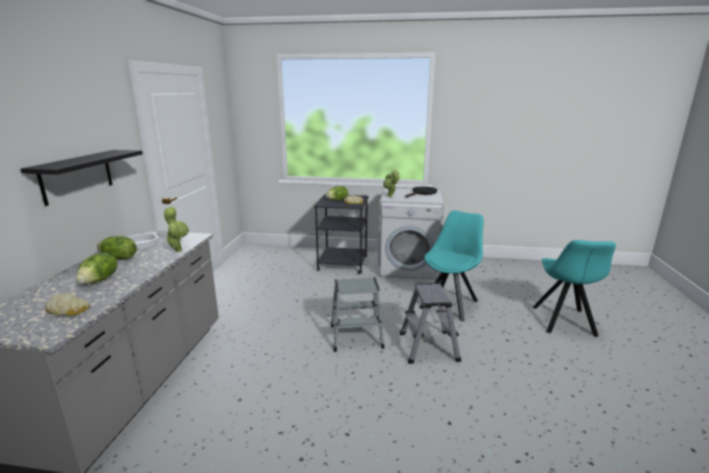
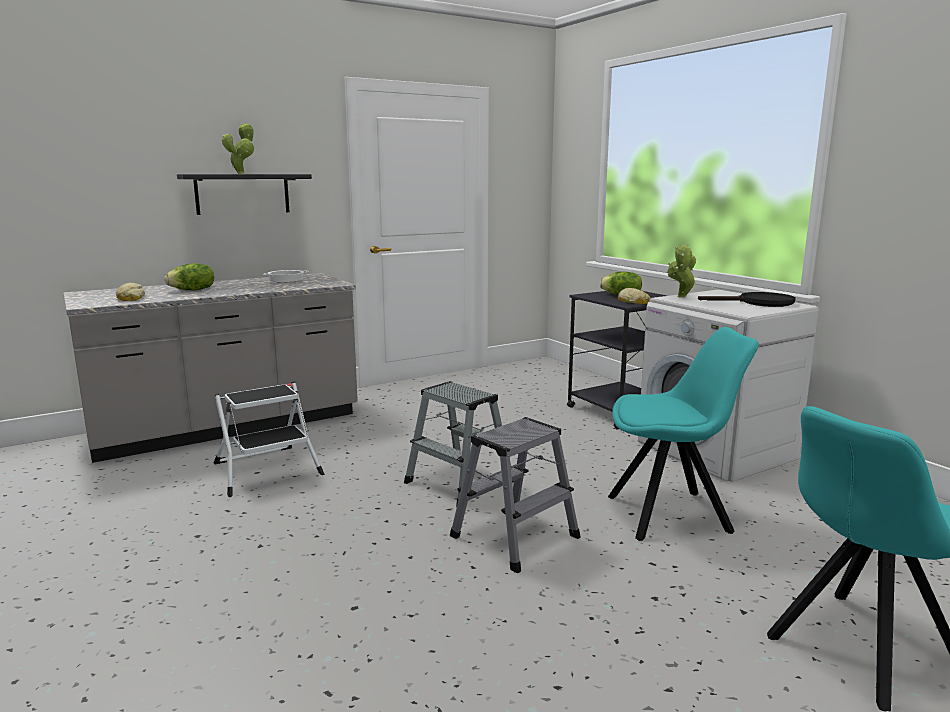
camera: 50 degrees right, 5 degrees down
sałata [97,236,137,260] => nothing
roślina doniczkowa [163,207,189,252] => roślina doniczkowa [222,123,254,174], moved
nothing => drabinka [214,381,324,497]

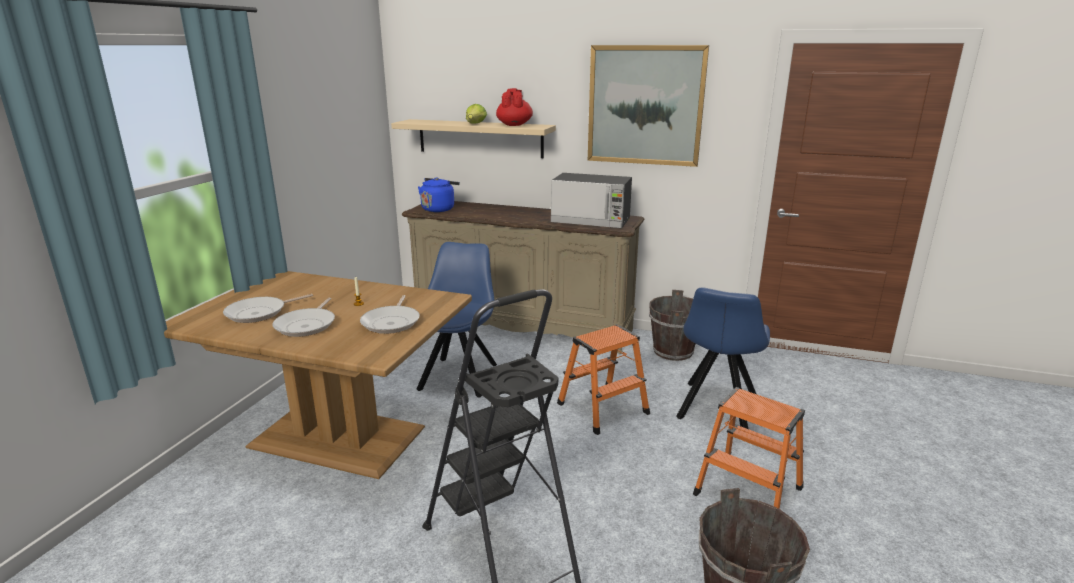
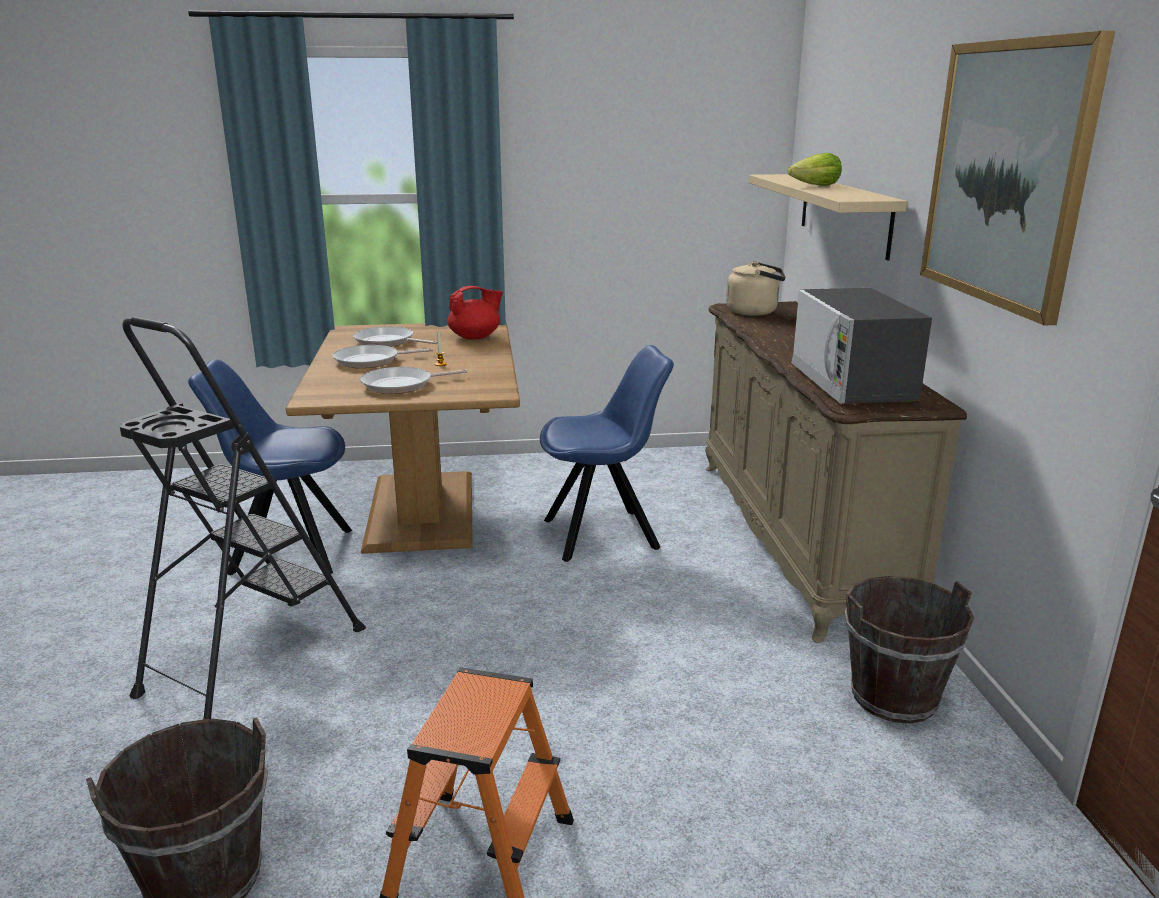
camera: 65 degrees right, 0 degrees up
czajnik [niebieski] [418,177,460,212] => czajnik [beżowy] [726,261,786,316]
imbryk [czerwony] [496,88,533,126] => imbryk [czerwony] [447,286,503,339], moved
drabinka [pomarańczowy] [557,324,650,435] => nothing
krzesło [niebieski] [676,288,770,429] => krzesło [niebieski] [188,359,352,575], moved

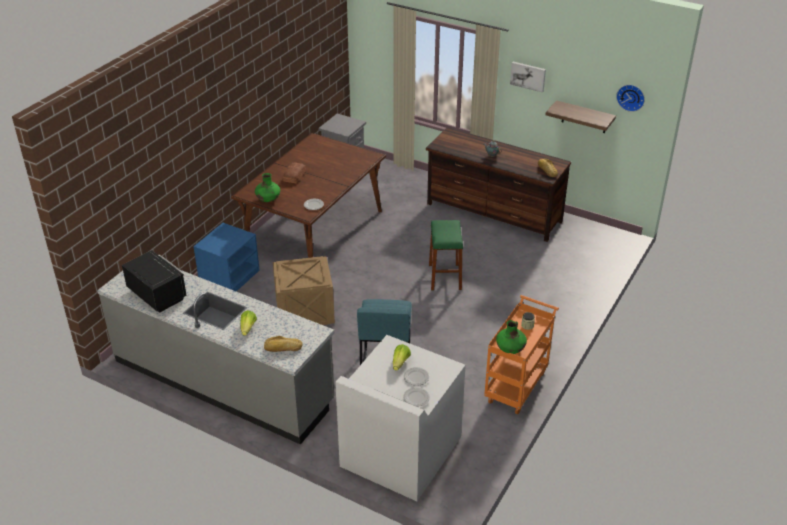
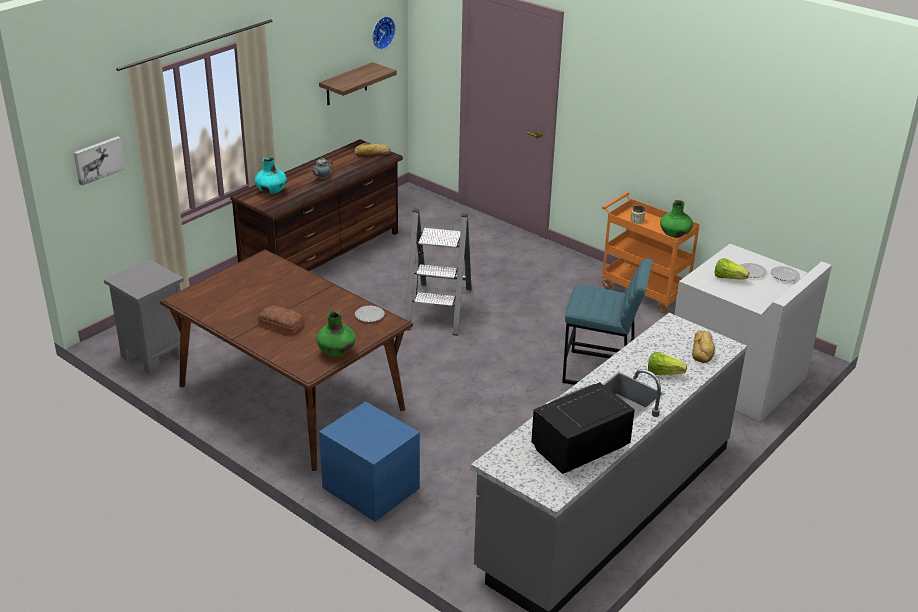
camera: 80 degrees left, 5 degrees down
skrzynka [273,256,335,325] => nothing
stołek [zielony] [429,220,463,291] => drabinka [szary] [405,209,472,336]
obraz [510,62,546,92] => obraz [74,136,125,186], moved
nothing => wazon [turkusowy] [255,157,287,194]

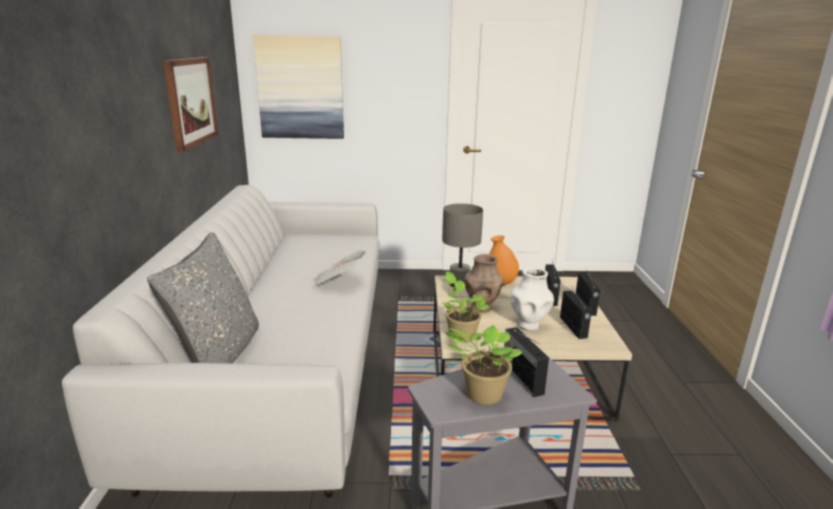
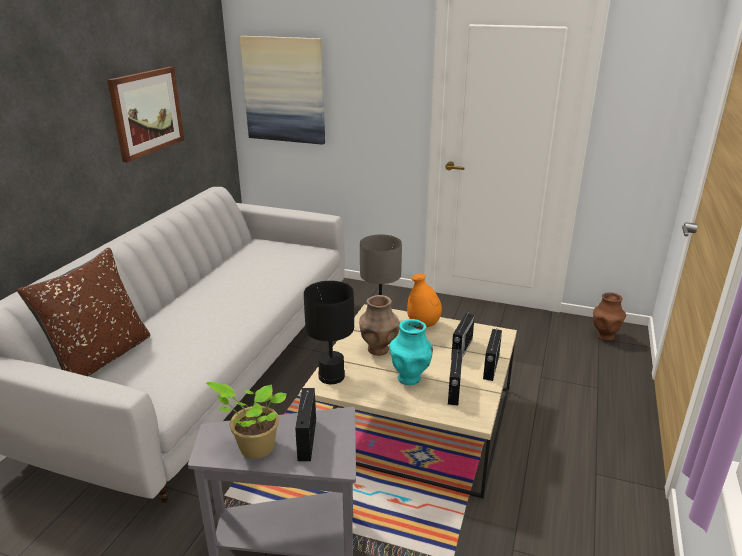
camera: 20 degrees right, 5 degrees up
poduszka [szary] [147,232,259,363] => poduszka [brązowy] [17,248,150,376]
gazeta [313,250,367,286] => nothing
roślina doniczkowa [442,271,489,343] => lampa stołowa [czarny] [304,281,354,384]
wazon [biały] [510,267,554,331] => wazon [turkusowy] [389,319,433,385]
nothing => wazon [brązowy] [593,292,626,341]

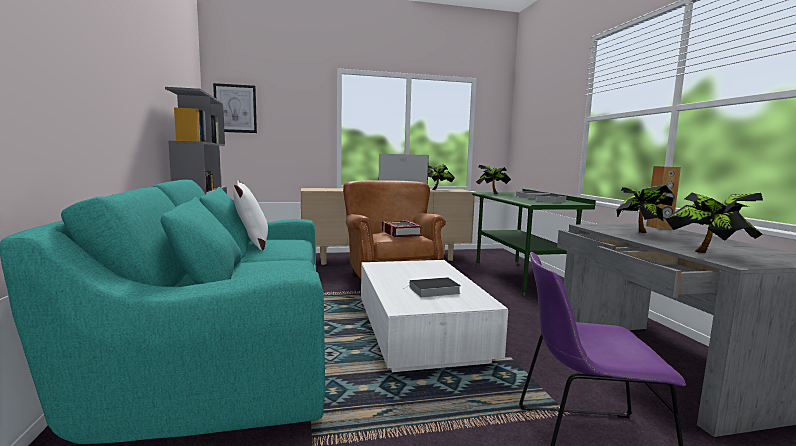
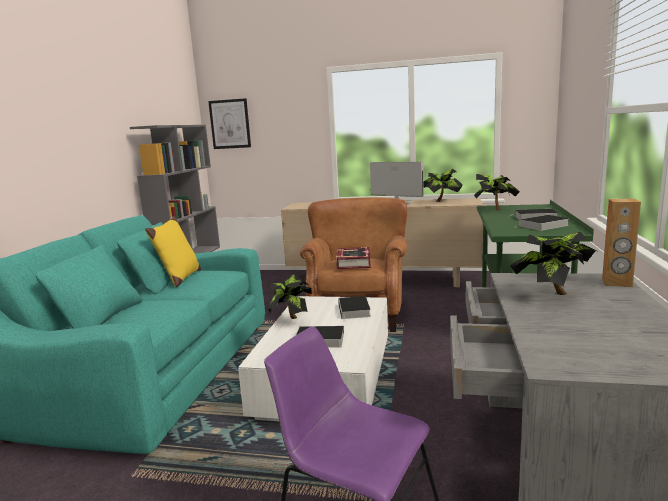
camera: 25 degrees right, 5 degrees up
poduszka [biały] [233,180,268,250] => poduszka [żółty] [145,216,201,287]
roślina doniczkowa [666,193,763,253] => roślina doniczkowa [268,273,312,319], moved
nothing => książka [338,296,371,320]

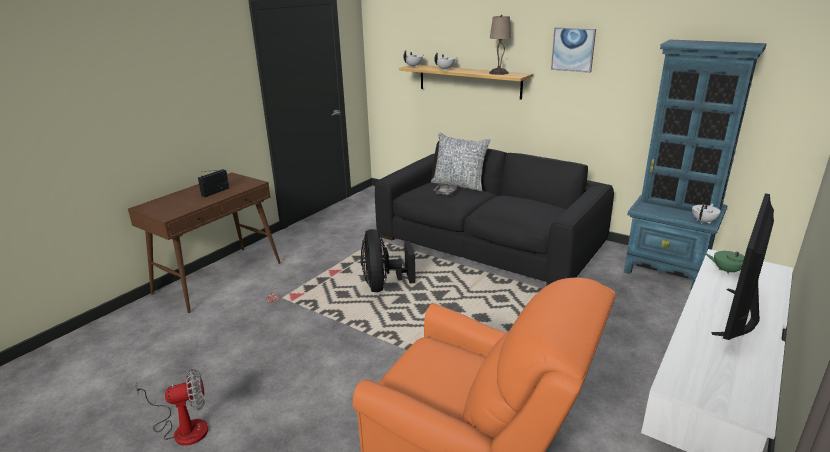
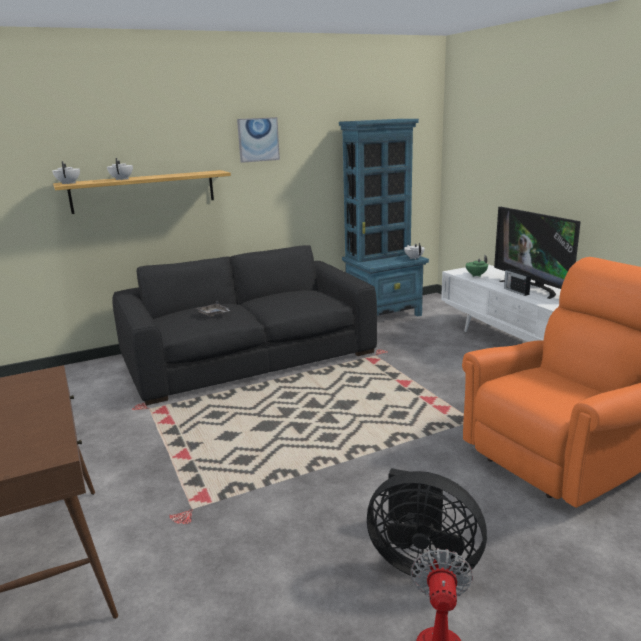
camera: 60 degrees left, 5 degrees down
radio [198,169,229,197] => radio [504,269,531,296], moved
wentylator [czarny] [360,229,416,292] => wentylator [czarny] [367,468,487,577], moved
poduszka [431,132,490,191] => nothing
lampa stołowa [beżowy] [489,15,511,75] => nothing

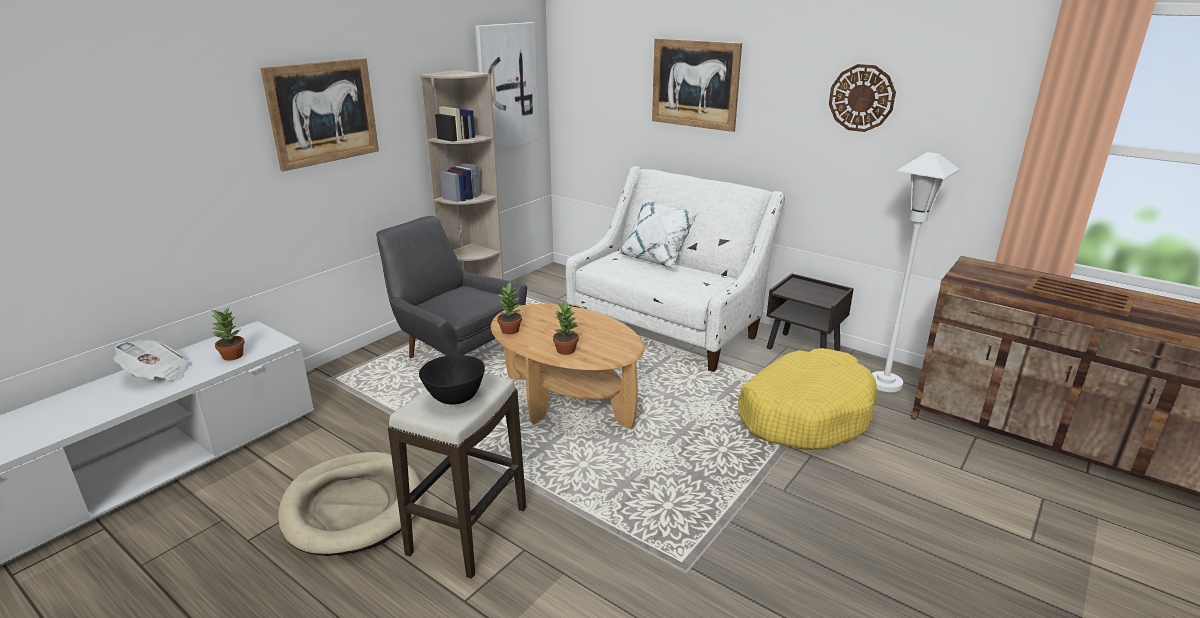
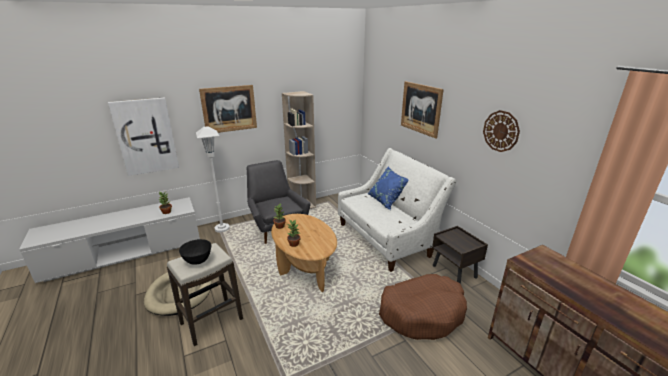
camera: 25 degrees right, 0 degrees up
gazeta [113,340,189,381] => nothing
obraz [475,22,539,151] => obraz [108,97,179,176], moved
poduszka [biały] [618,198,698,270] => poduszka [niebieski] [368,167,409,210]
legowisko [żółty] [738,348,878,450] => legowisko [brązowy] [379,274,467,340]
lampa stojąca [biały] [872,152,960,392] => lampa stojąca [biały] [196,126,230,233], moved
taca [brązowy] [1024,274,1136,317] => nothing

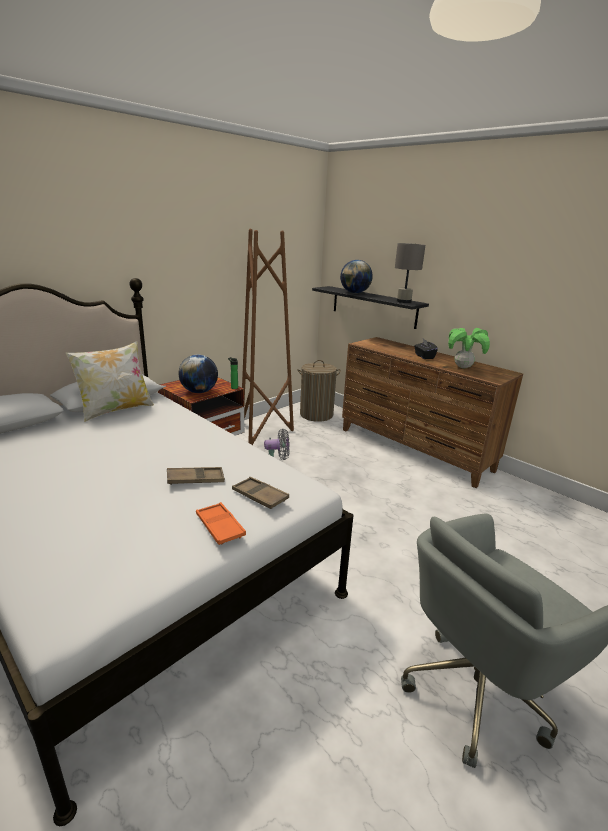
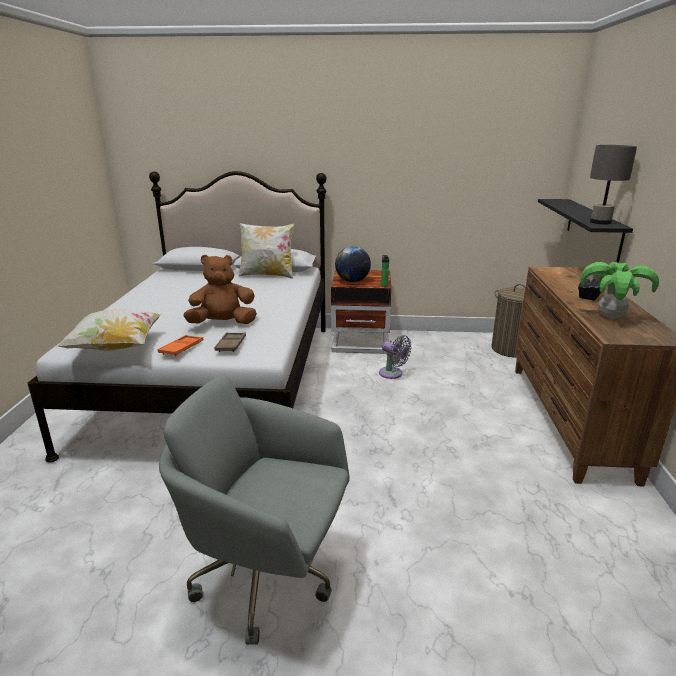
camera: 50 degrees right, 0 degrees up
taca [brązowy] [167,467,225,485] => pluszak [brązowy] [183,255,257,324]
wieszak [brązowy] [242,229,294,445] => nothing
globus [340,260,373,293] => nothing
nothing => poduszka [56,309,162,351]

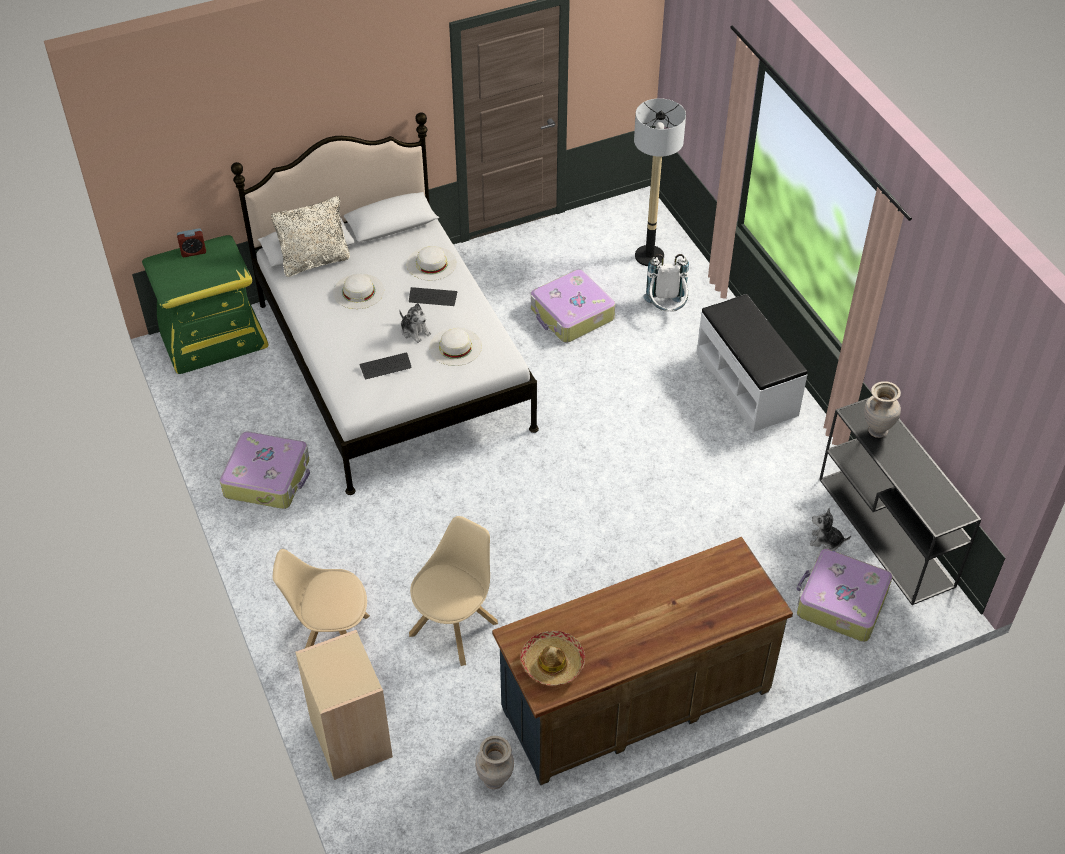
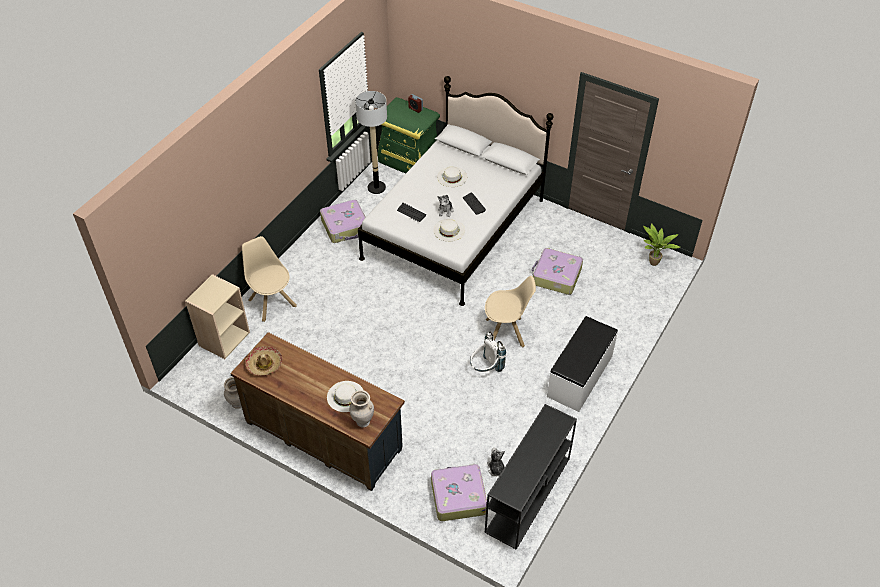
camera: 55 degrees right, 0 degrees up
poduszka [beżowy] [271,196,350,277] => nothing
kapelusz [biały] [407,246,457,281] => kapelusz [biały] [327,381,363,412], moved
krzesło [beżowy] [409,516,498,666] => krzesło [beżowy] [485,276,536,347], moved
lampa stojąca [634,98,686,266] => lampa stojąca [355,91,387,194], moved
plecak [biały] [644,254,689,311] => plecak [biały] [470,332,506,372], moved
wazon [beżowy] [864,381,901,438] => wazon [beżowy] [349,390,374,428], moved
nothing => roślina doniczkowa [643,223,680,266]

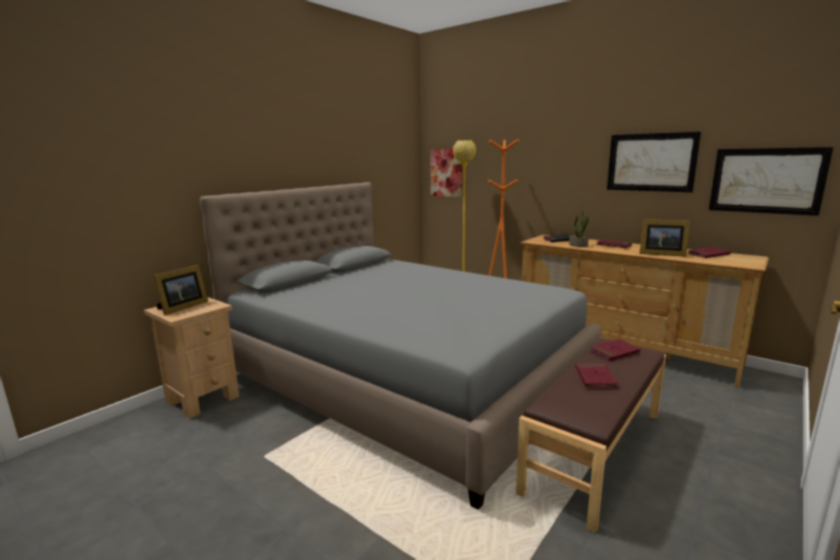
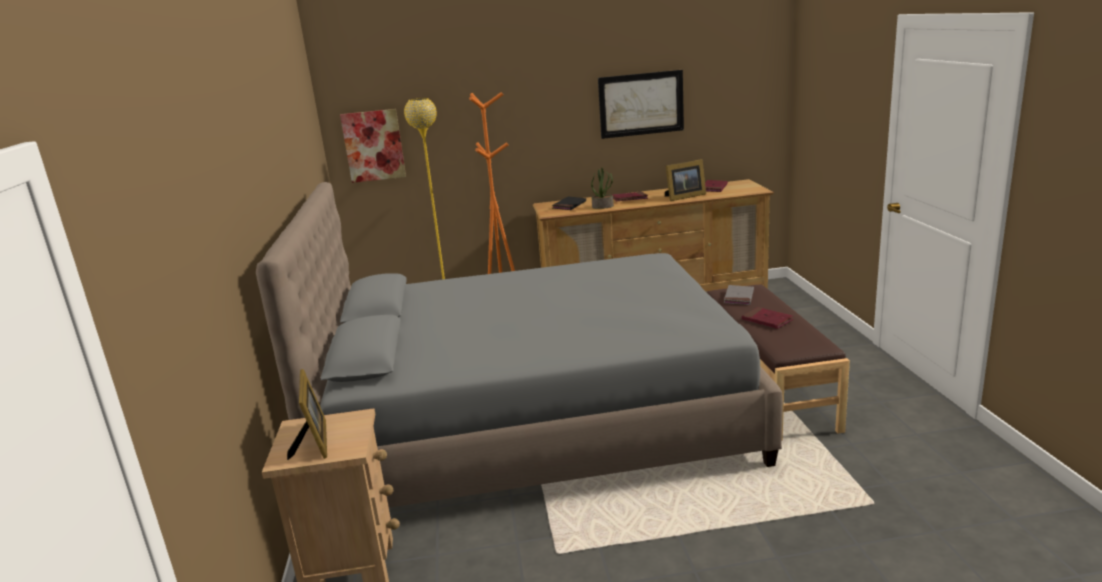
camera: 45 degrees left, 5 degrees up
książka [czerwony] [590,339,640,361] => książka [szary] [724,285,754,305]
obraz [709,147,833,216] => nothing

